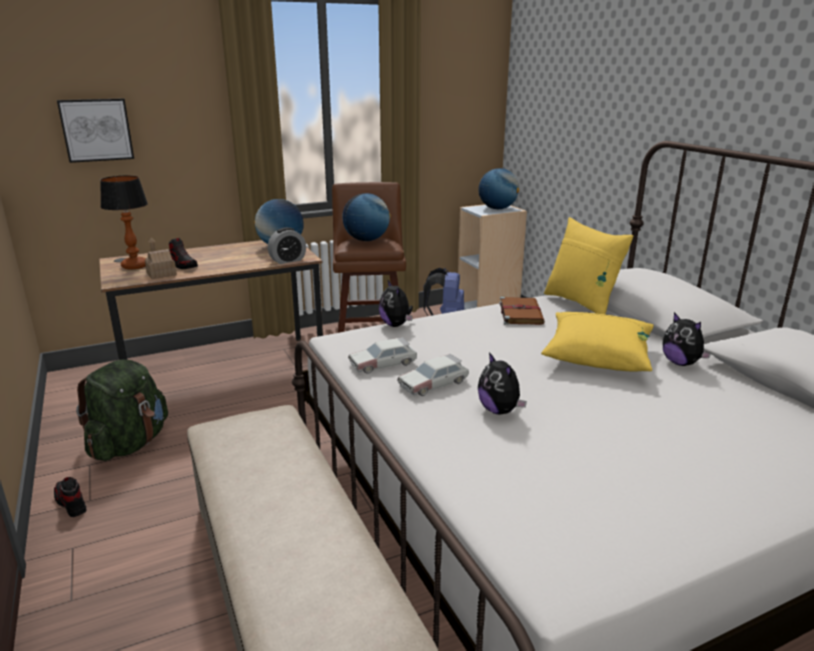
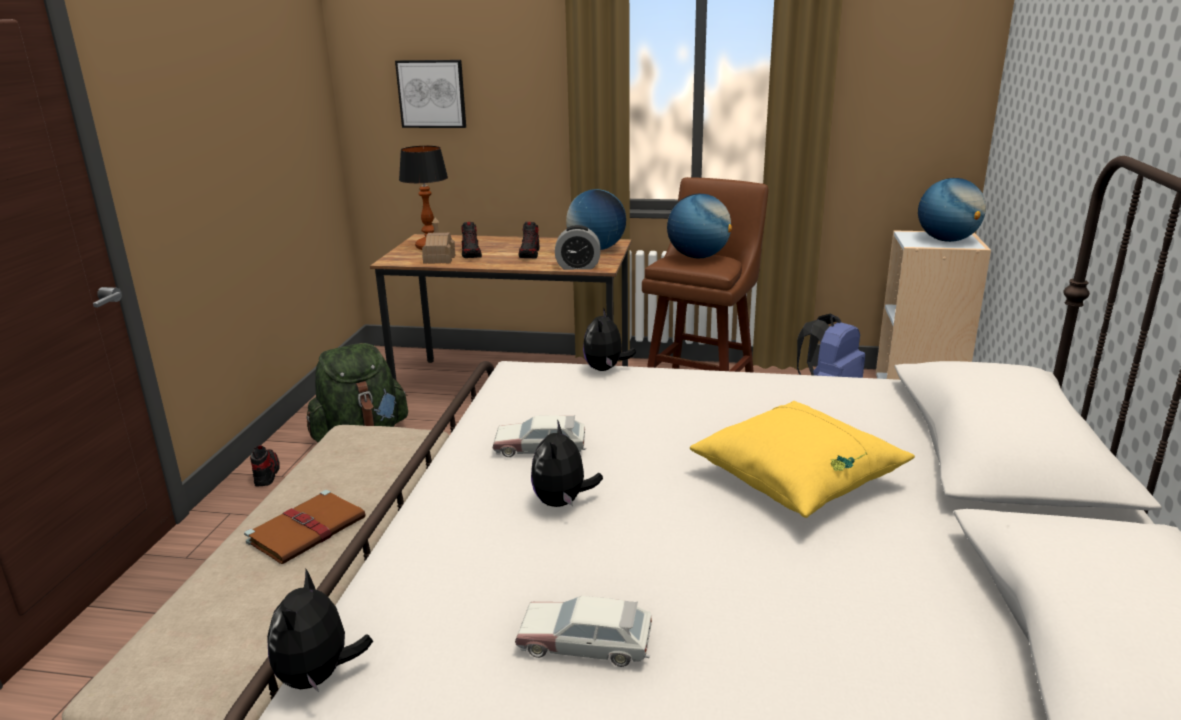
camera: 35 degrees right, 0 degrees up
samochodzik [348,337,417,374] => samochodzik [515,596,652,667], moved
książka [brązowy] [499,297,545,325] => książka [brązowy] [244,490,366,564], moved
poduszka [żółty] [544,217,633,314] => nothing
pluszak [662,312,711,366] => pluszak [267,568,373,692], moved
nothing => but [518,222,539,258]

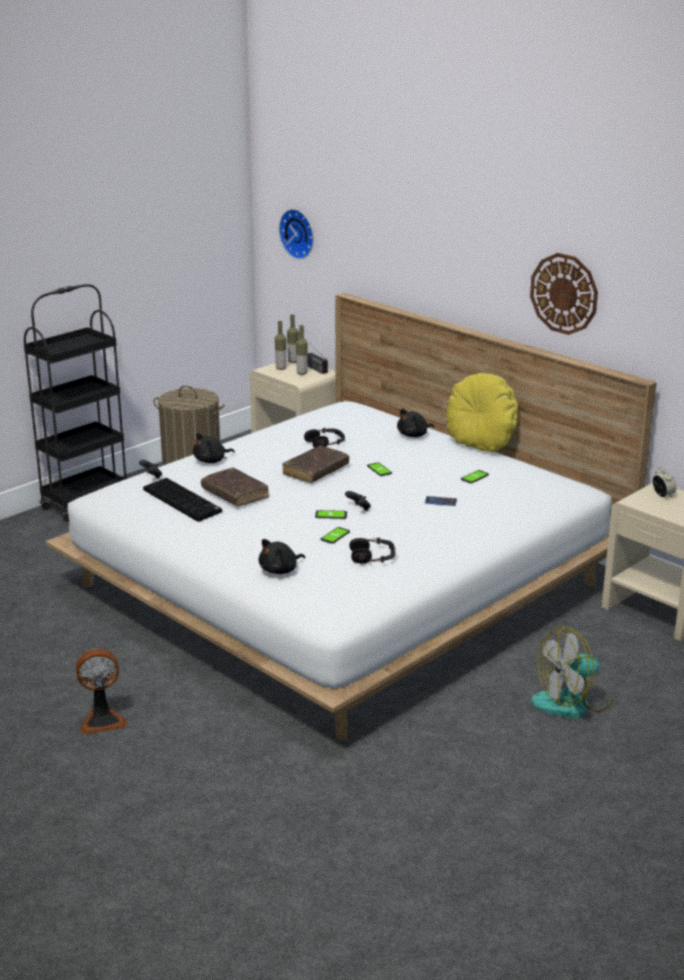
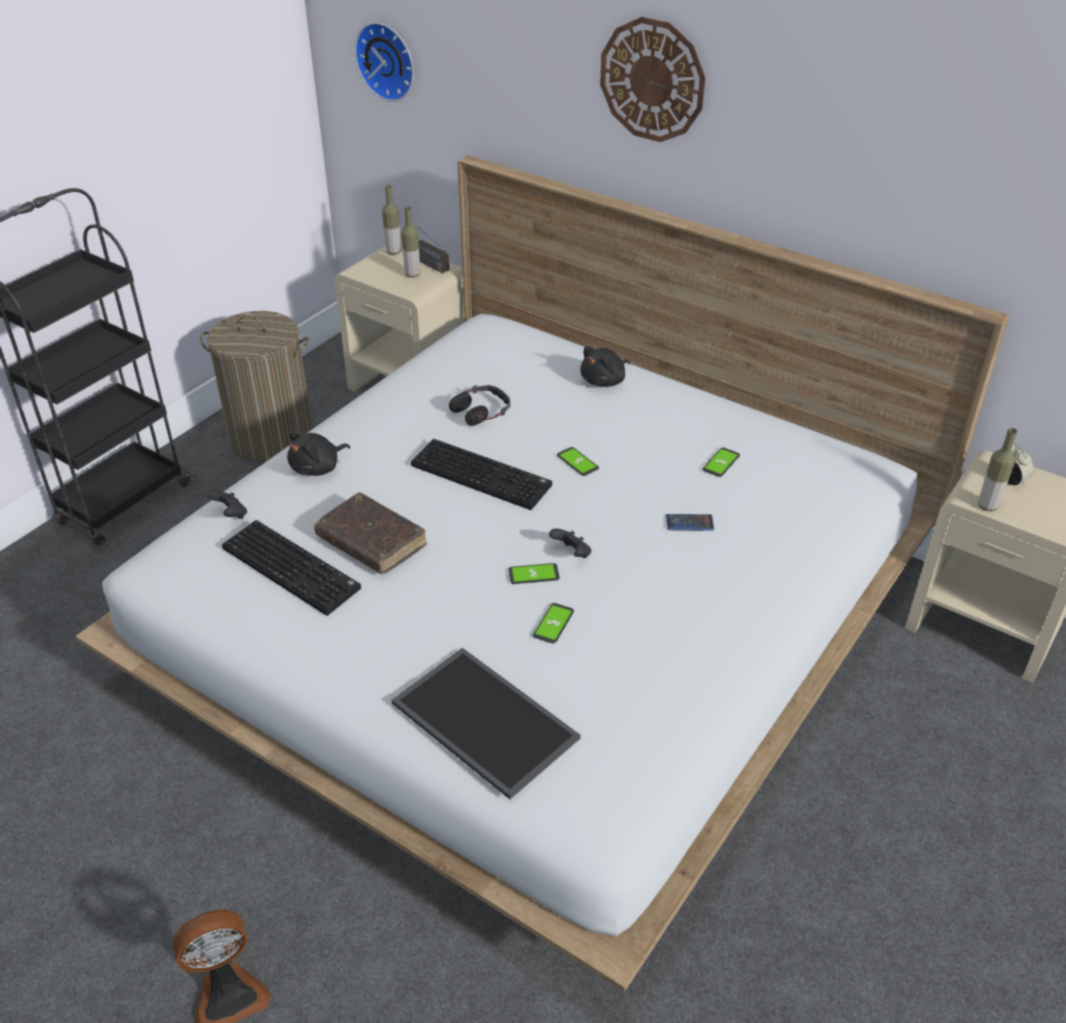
camera: 10 degrees left, 15 degrees up
pluszak [czarny] [259,539,305,574] => taca [392,648,581,799]
butelka [275,321,286,370] => butelka [978,428,1017,512], moved
książka [brązowy] [282,446,349,483] => klawiatura [411,439,552,510]
słuchawki [349,538,395,563] => nothing
poduszka [żółty] [446,373,518,452] => nothing
zegar ścienny [530,253,598,335] => zegar ścienny [600,17,705,142], moved
wentylator [531,626,613,718] => nothing

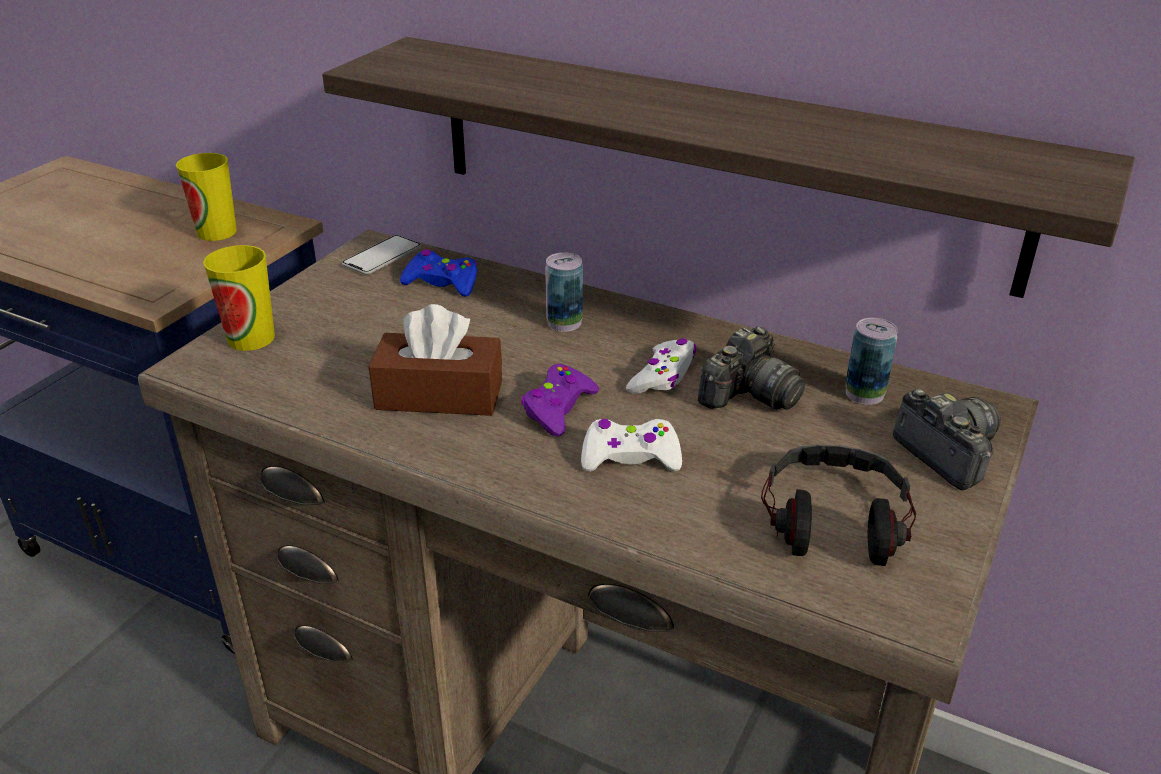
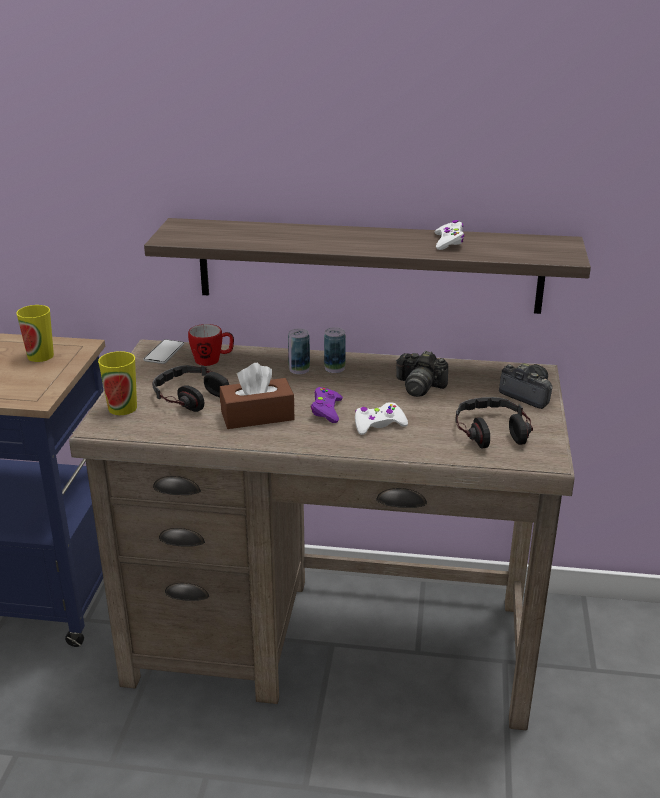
camera: 20 degrees left, 5 degrees down
pad do gier [niebieski] [400,249,477,297] => kubek [188,324,234,366]
pad do gier [biały] [626,339,696,394] => pad do gier [biały] [434,220,464,250], moved
aparat fotograficzny [698,327,805,410] => aparat fotograficzny [396,351,448,397], 90 degrees clockwise
puszka [845,318,898,405] => puszka [324,327,346,373], moved
nothing => słuchawki [152,365,229,412]

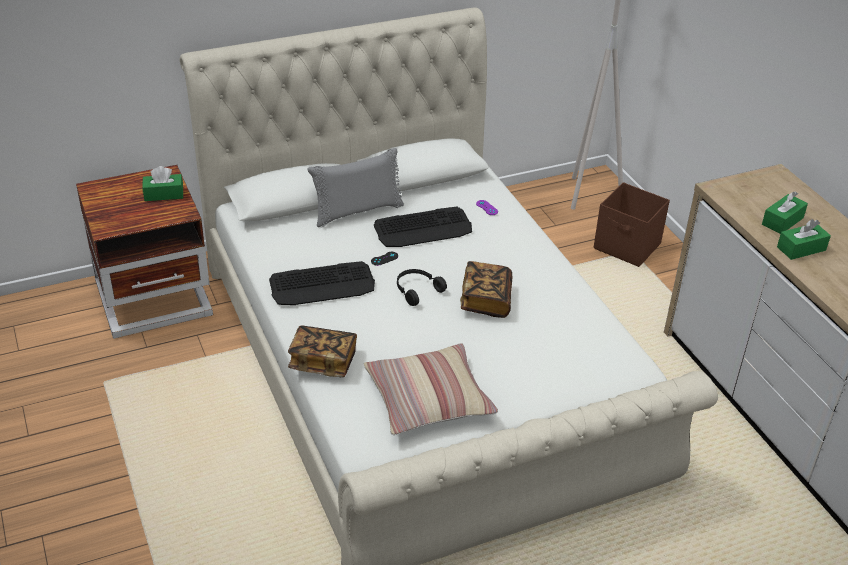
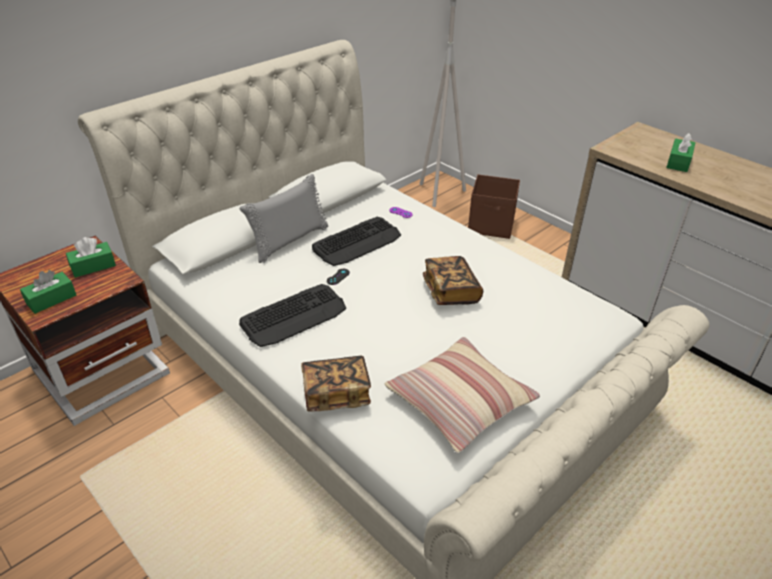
camera: 20 degrees left, 0 degrees up
słuchawki [czarny] [397,269,447,306] => nothing
pudełko chusteczek [zielony] [777,219,831,260] => pudełko chusteczek [zielony] [20,270,76,314], moved

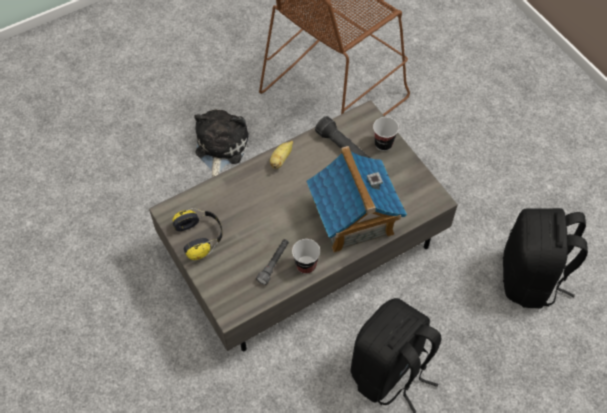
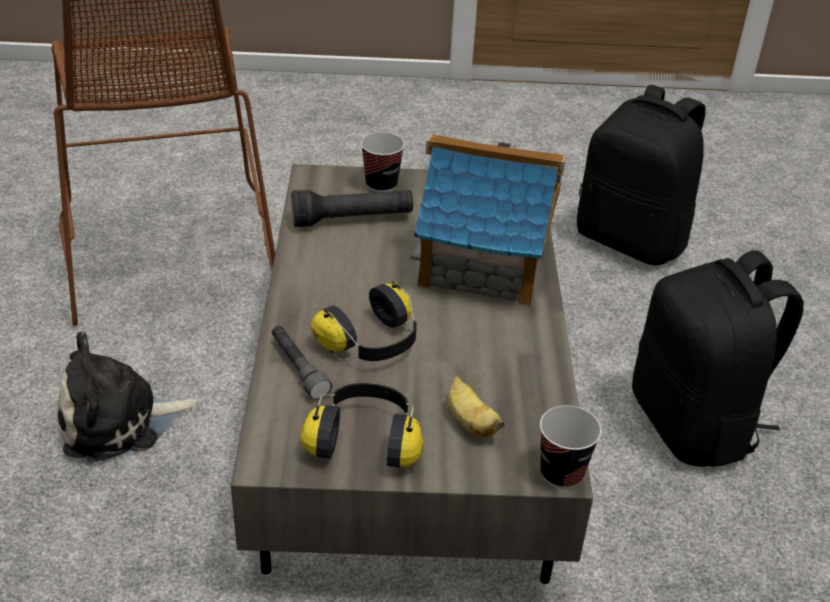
camera: 60 degrees left, 20 degrees down
pluszak [194,109,249,177] => pluszak [57,331,197,462], 60 degrees counterclockwise
latarka [szary] [256,239,289,285] => latarka [szary] [272,326,332,400], moved
banan [270,141,293,169] => banan [448,376,505,437], moved
filiżanka [292,239,320,274] => filiżanka [540,405,601,489], moved
nothing => słuchawki [311,281,417,361]

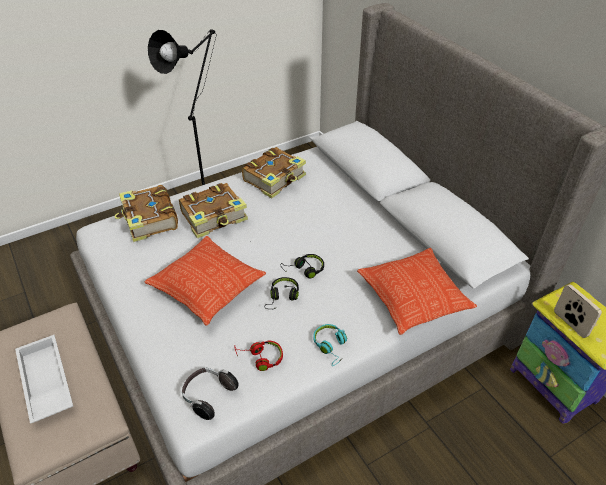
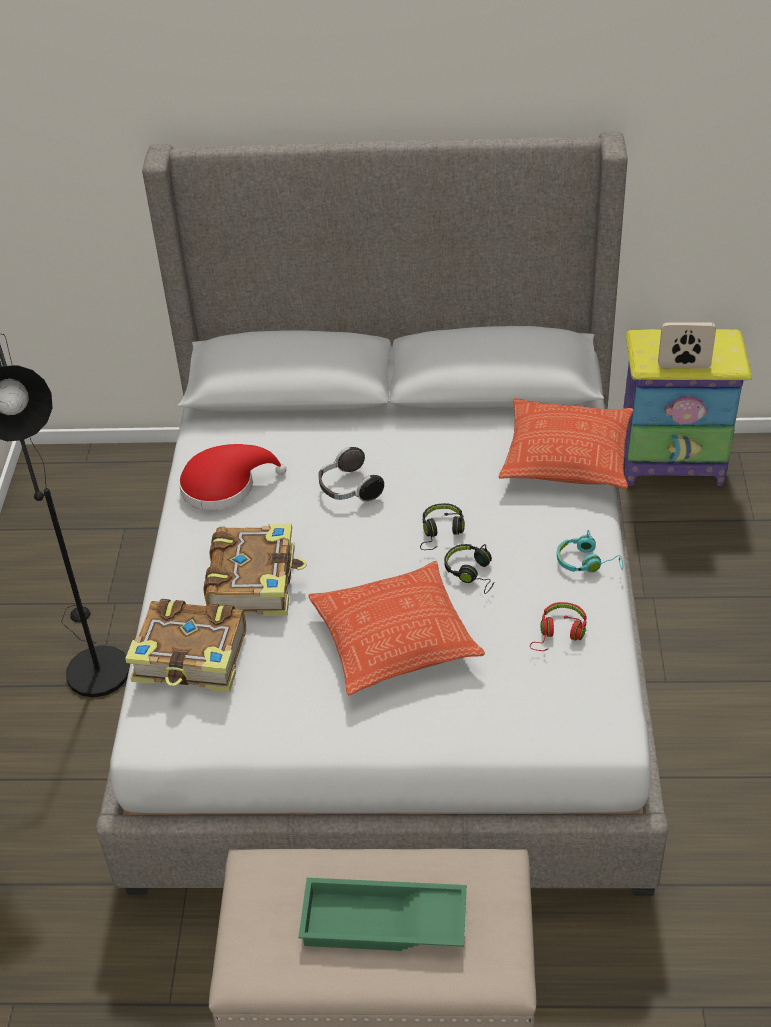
camera: 55 degrees left, 0 degrees up
taca [biały] [15,335,73,424] => taca [zielony] [298,878,467,951]
słuchawki [182,368,238,420] => słuchawki [318,447,384,502], moved
książka [242,147,306,198] => kapelusz [czerwony] [179,444,286,510]

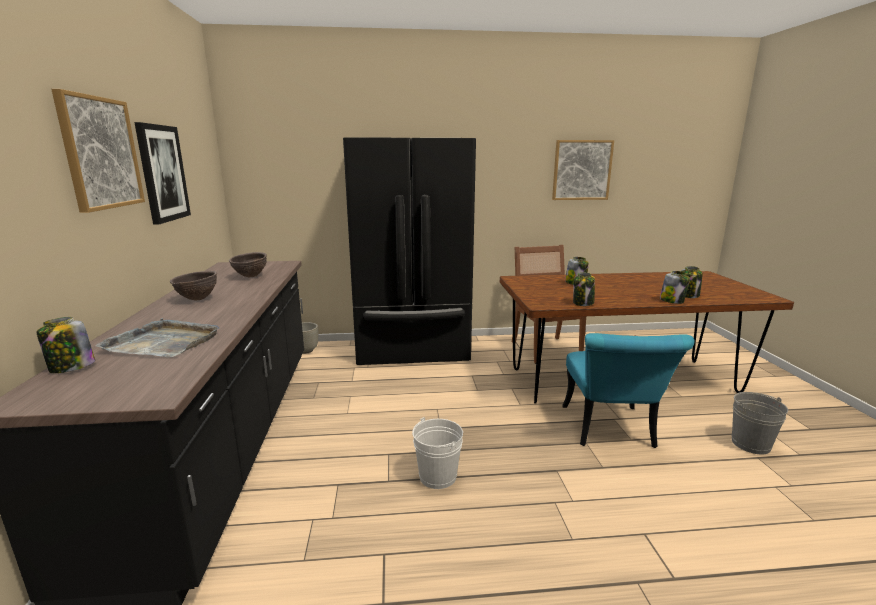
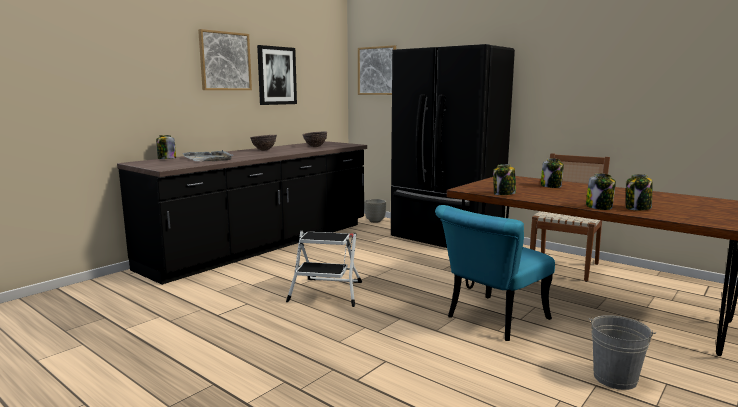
camera: 45 degrees right, 5 degrees down
wiadro [biały] [412,417,463,489] => drabinka [286,230,362,307]
obraz [552,140,614,200] => obraz [358,45,396,95], moved

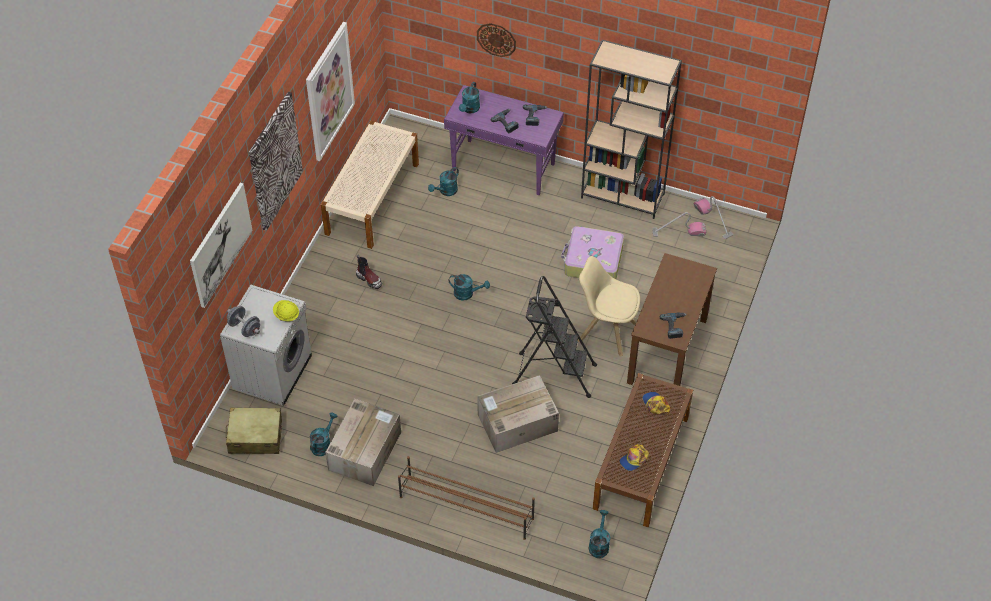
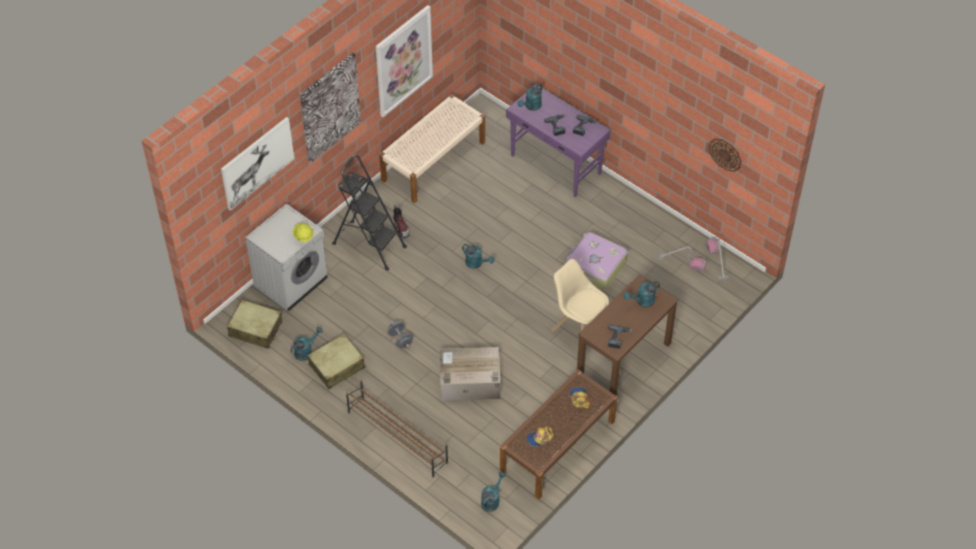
camera: 20 degrees right, 0 degrees up
hantel [szary] [227,306,260,337] => hantel [szary] [387,321,413,349], moved
karton [325,399,401,486] => walizka [beżowy] [307,334,365,389]
konewka [turkusowy] [428,167,459,196] => konewka [turkusowy] [624,281,660,307], moved
zegar ścienny [477,23,516,57] => zegar ścienny [709,139,741,172], moved
drabinka [512,276,597,398] => drabinka [332,155,407,271], moved
regał [581,40,682,219] => nothing

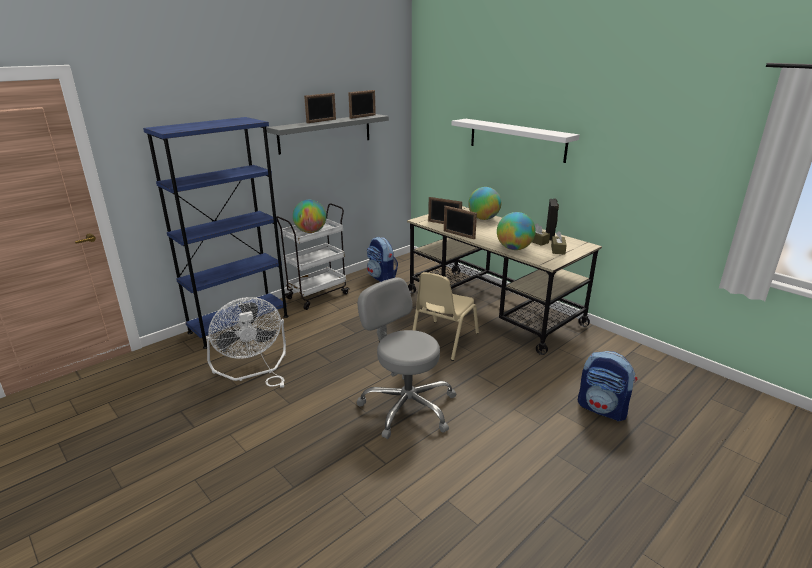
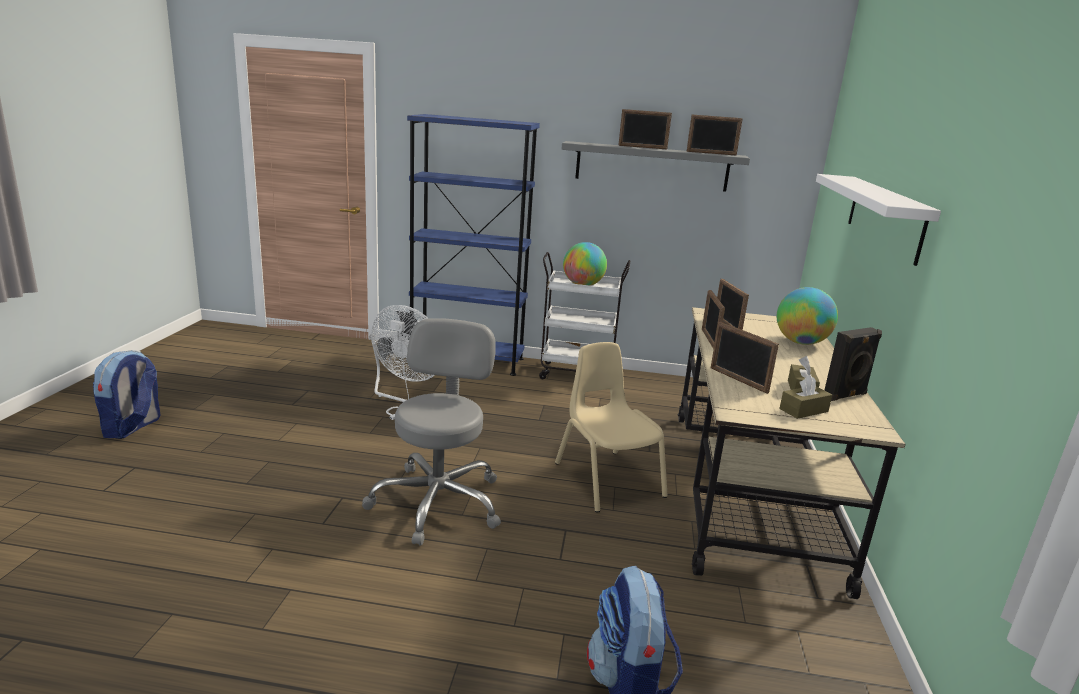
camera: 50 degrees right, 5 degrees down
plecak [367,237,398,282] => plecak [93,350,160,439], moved
krzesło [beżowy] [413,272,479,361] => krzesło [beżowy] [555,342,668,513], 75 degrees clockwise
globus [497,212,536,250] => ramka na zdjęcie [711,322,779,394]

